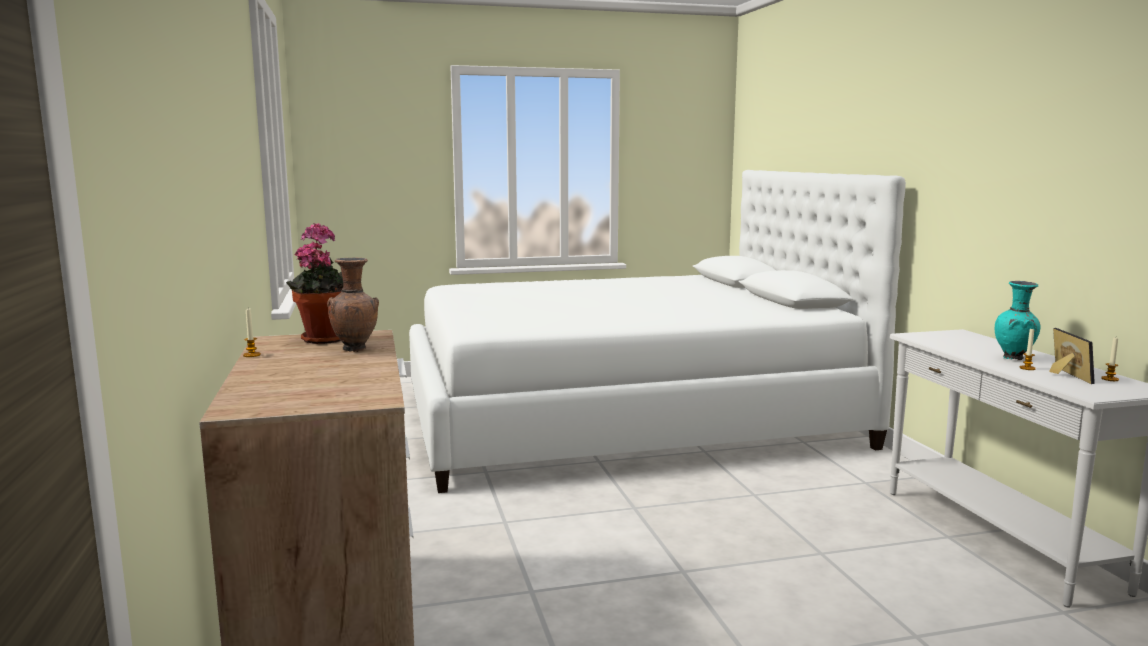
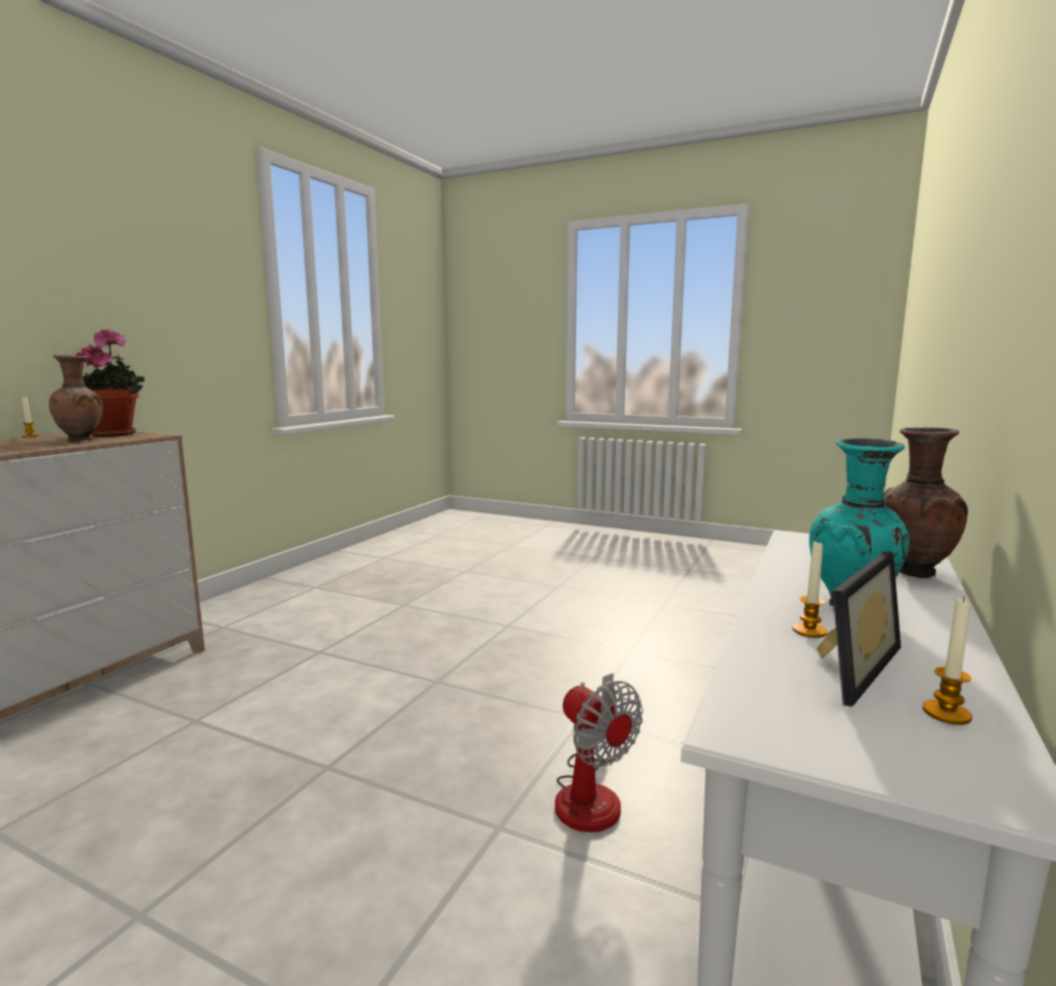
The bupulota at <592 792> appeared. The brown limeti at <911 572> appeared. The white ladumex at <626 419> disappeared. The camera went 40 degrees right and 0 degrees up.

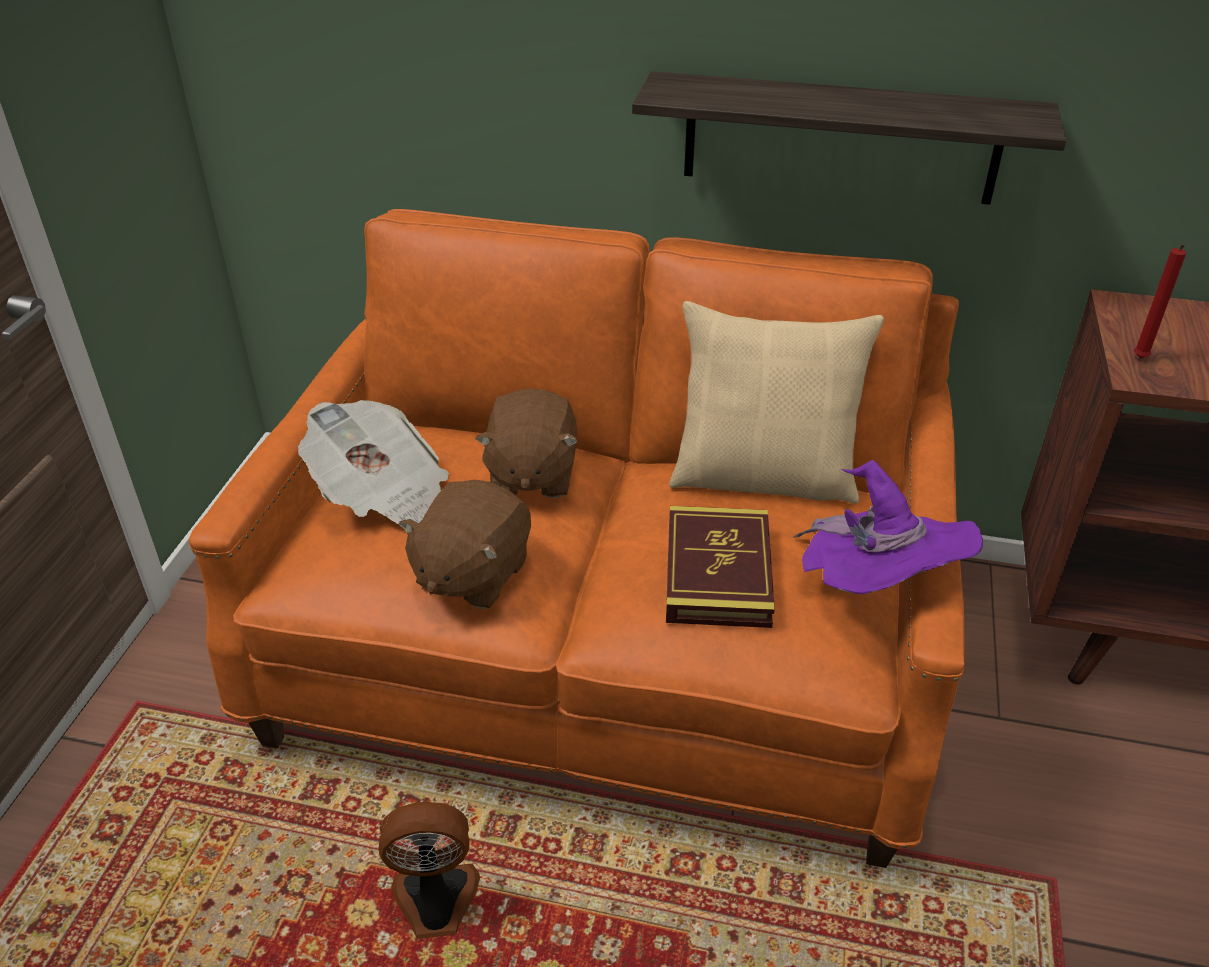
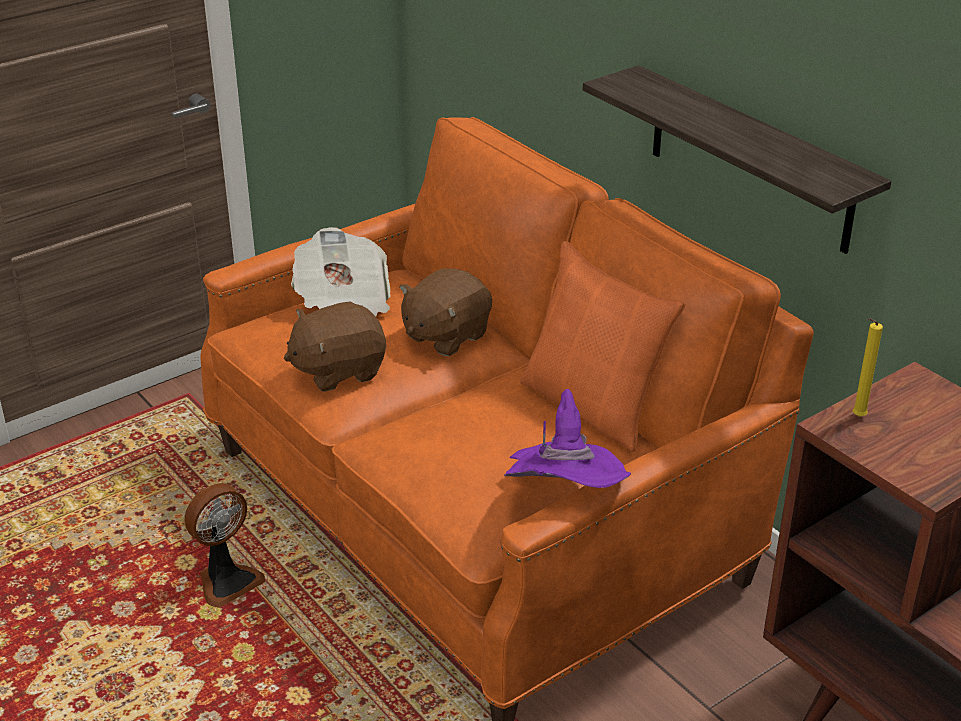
The bupulota at <436 903> turned 105 degrees clockwise. The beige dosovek at <764 476> became the orange dosovek at <593 406>. The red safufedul at <1139 359> became the yellow safufedul at <856 417>. The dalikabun at <718 573> disappeared. The camera went 40 degrees right and 5 degrees down.

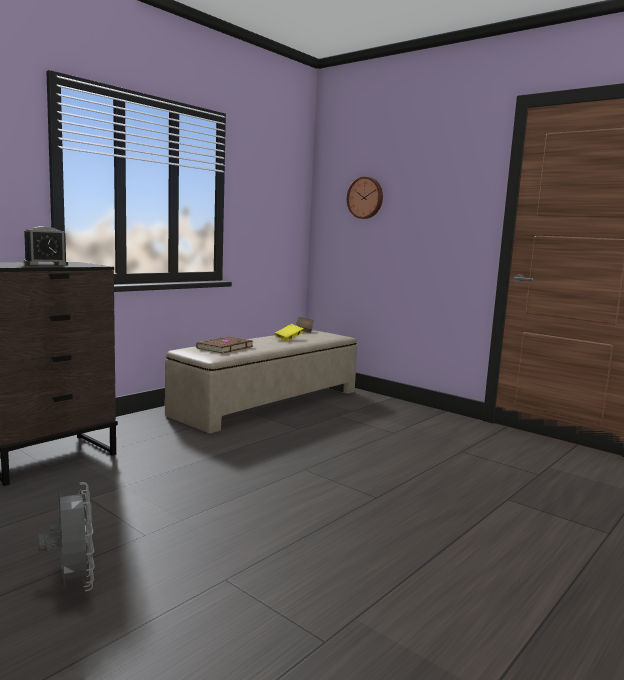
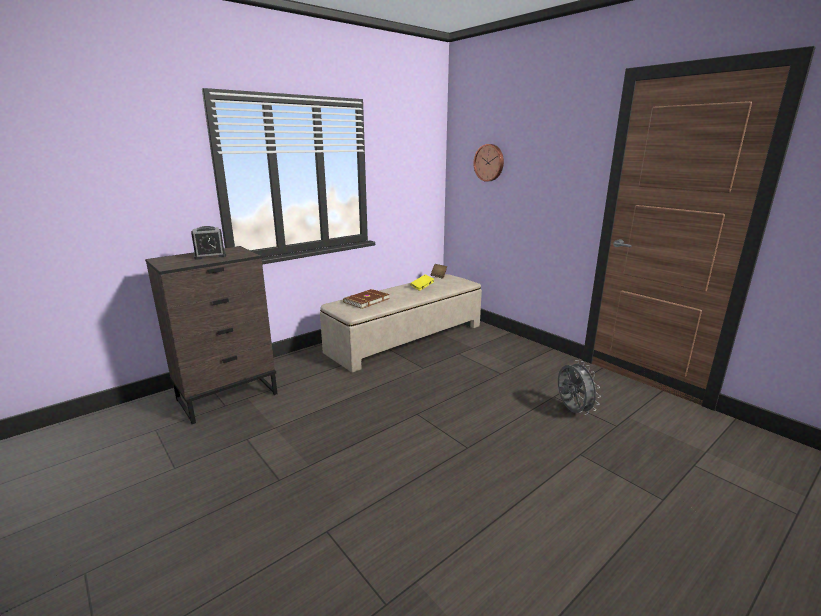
The grey bupulota moved from <72 584> to <572 411>. The camera went 10 degrees right and 10 degrees up.

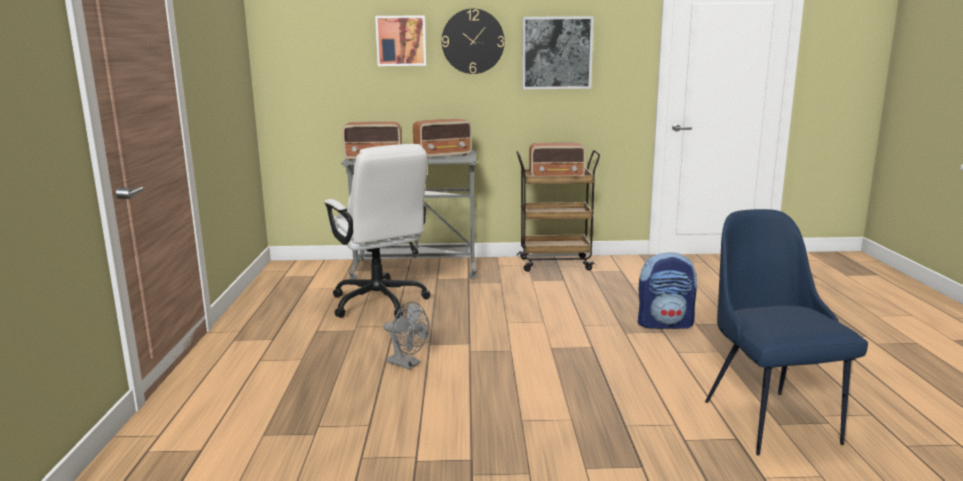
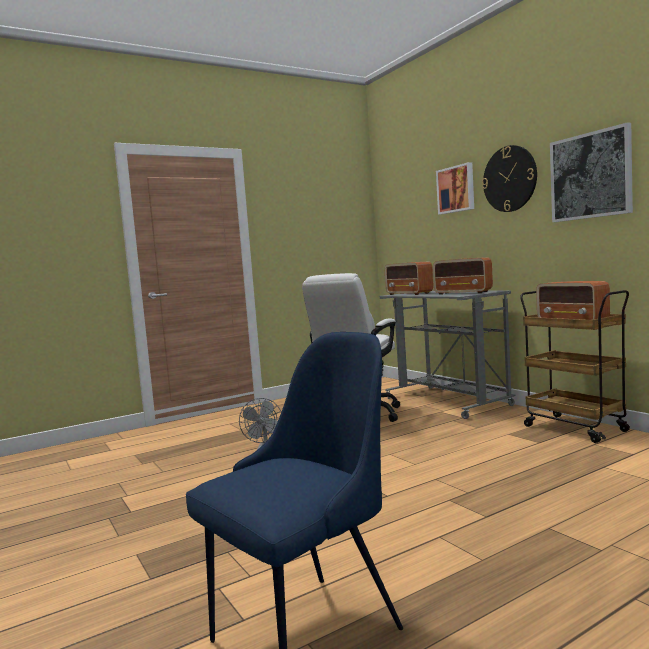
The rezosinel at <665 324> disappeared. The camera went 60 degrees right and 10 degrees down.

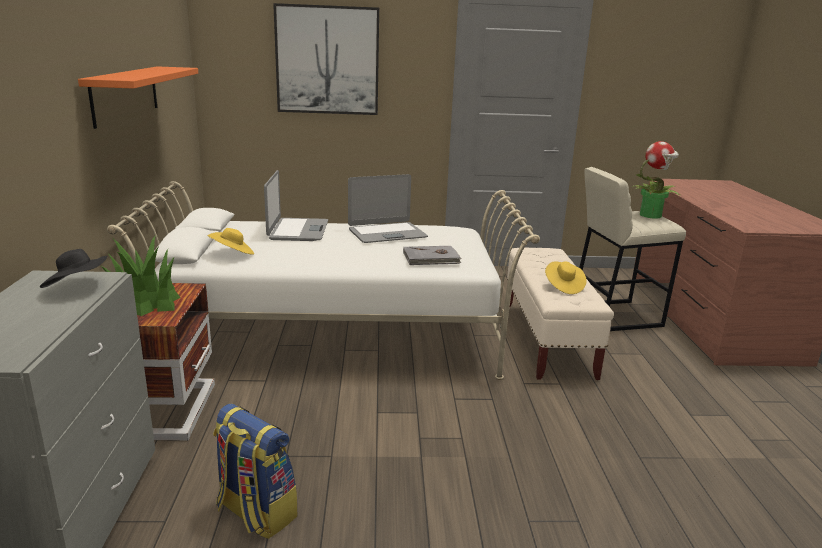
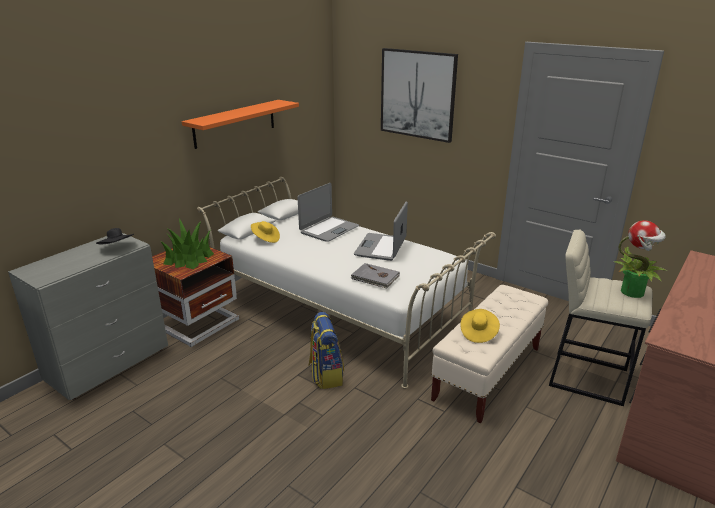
The rezosinel moved from <255 512> to <326 375>. The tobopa at <387 233> turned 90 degrees clockwise. The camera went 40 degrees right and 5 degrees up.

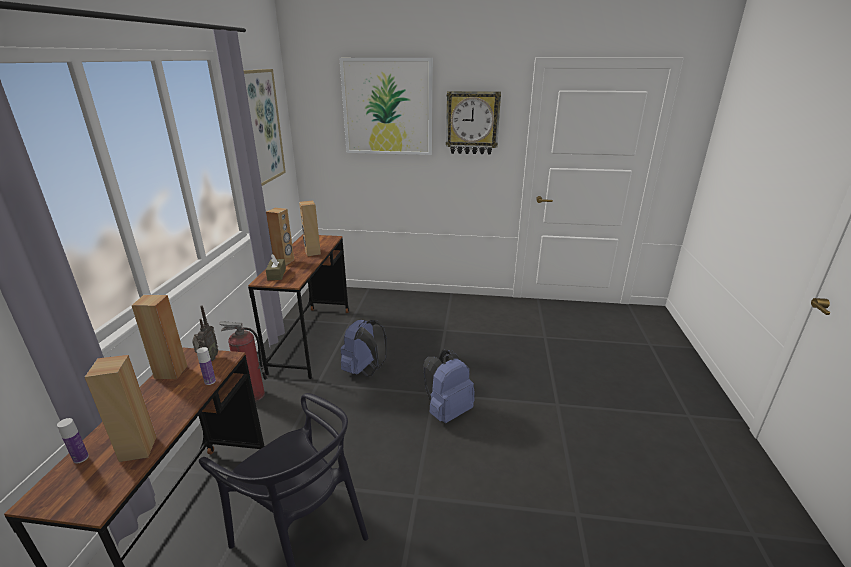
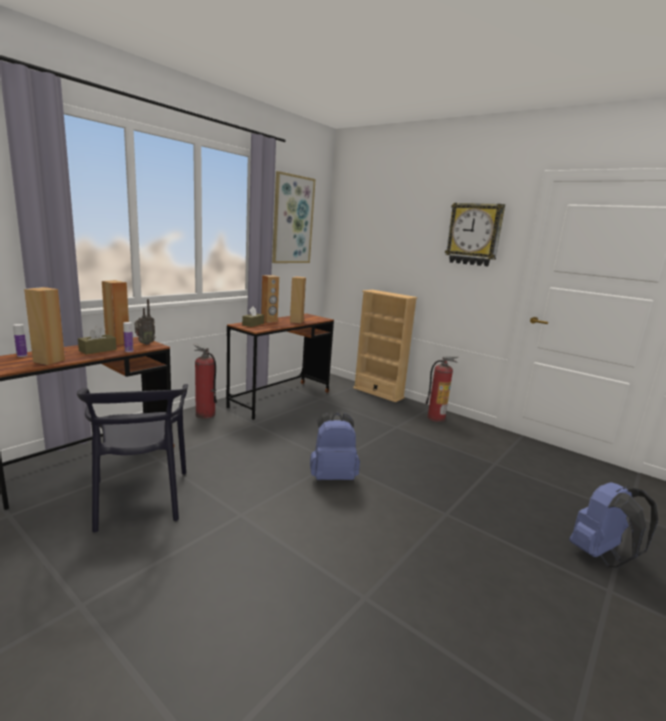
The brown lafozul at <98 350> appeared. The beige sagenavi at <378 393> appeared. The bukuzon at <436 418> appeared. The blue rezosinel moved from <364 370> to <600 555>. The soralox at <387 107> disappeared. The camera went 30 degrees right and 10 degrees down.

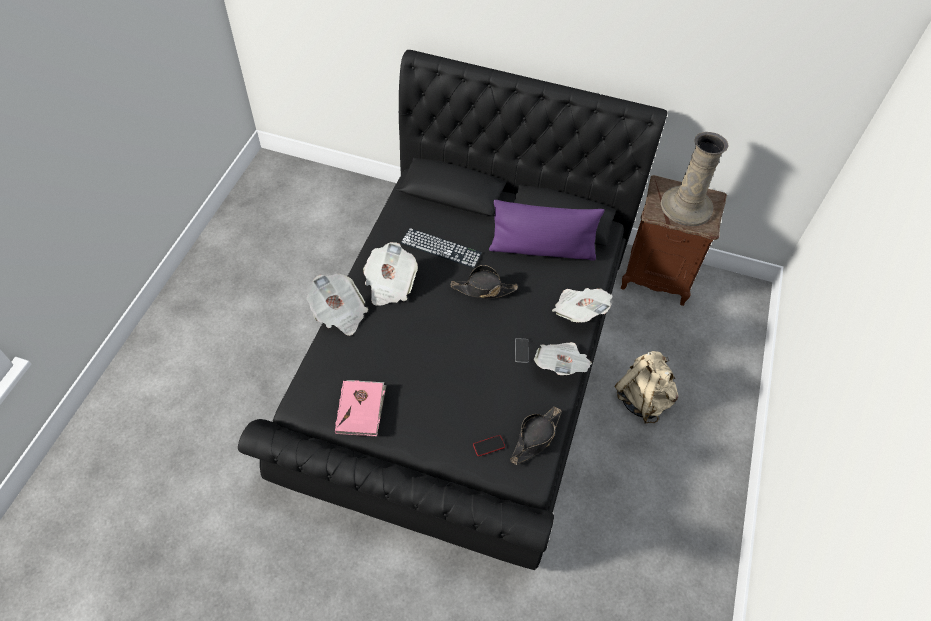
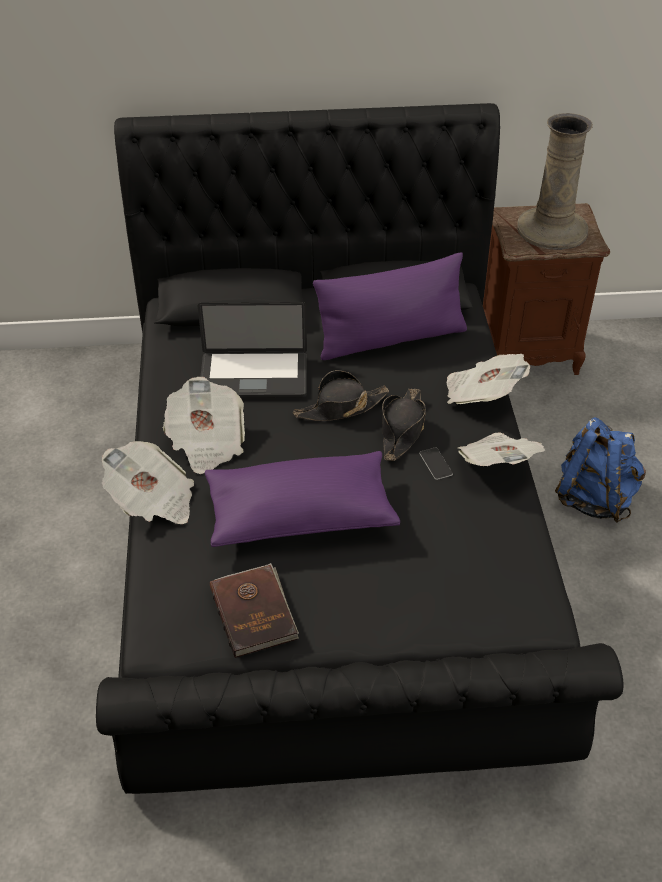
The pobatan at <441 248> was replaced by the tobopa at <254 377>. The purple dosovek at <300 515> appeared. The pink dalikabun at <361 409> became the brown dalikabun at <254 612>. The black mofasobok moved from <535 438> to <402 429>. The beige rezosinel at <642 399> became the blue rezosinel at <594 497>. The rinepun at <489 446> disappeared. The camera went 20 degrees left and 10 degrees down.

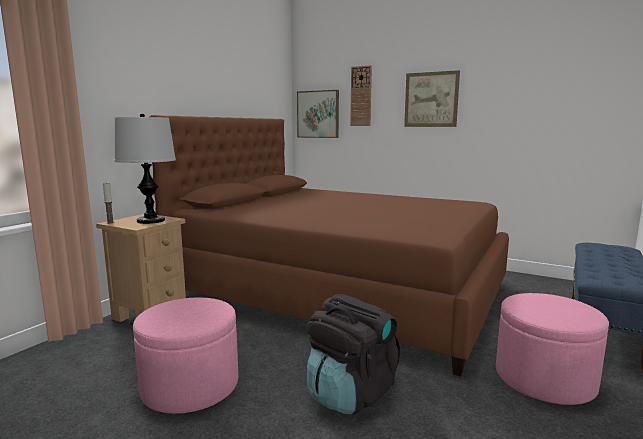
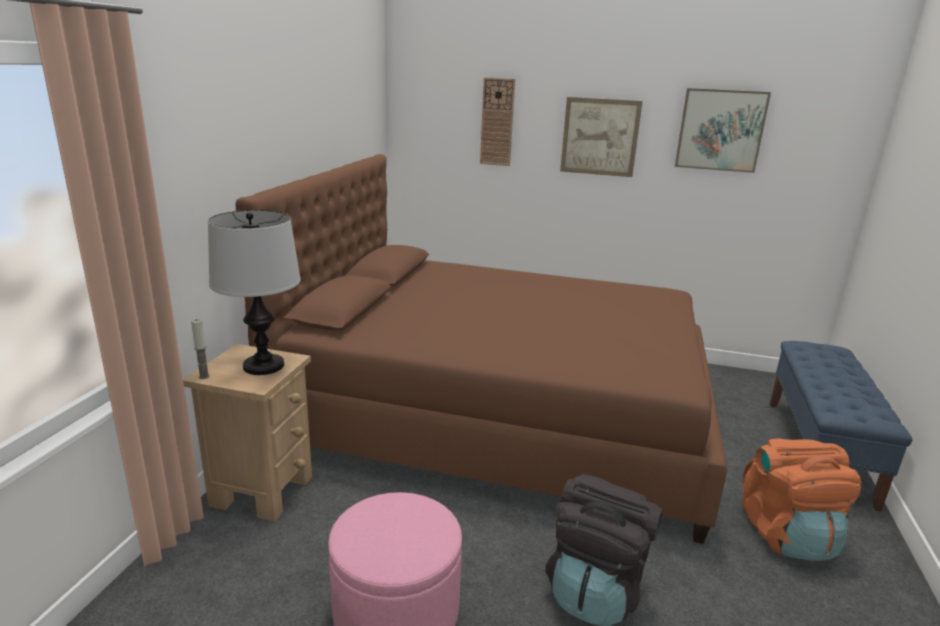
The soralox moved from <318 114> to <720 130>. The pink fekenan at <544 379> was replaced by the orange rezosinel at <787 534>. The camera went 15 degrees left and 10 degrees up.

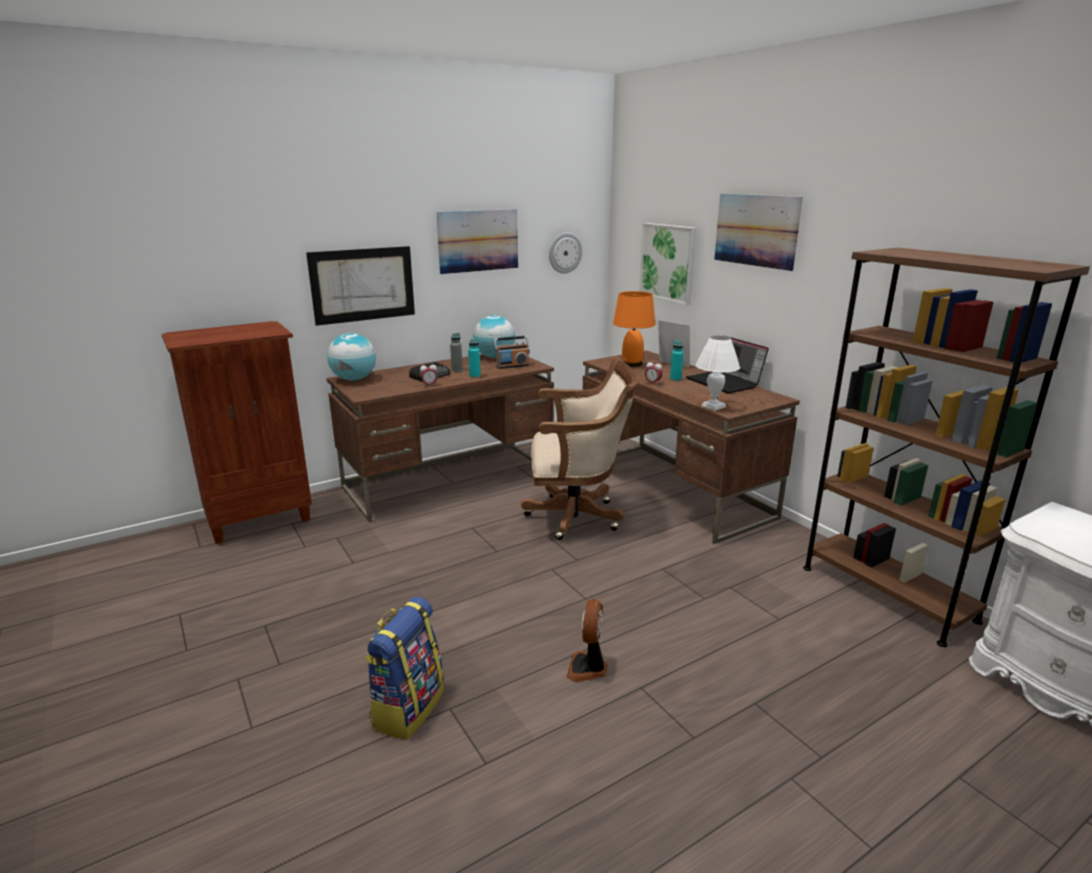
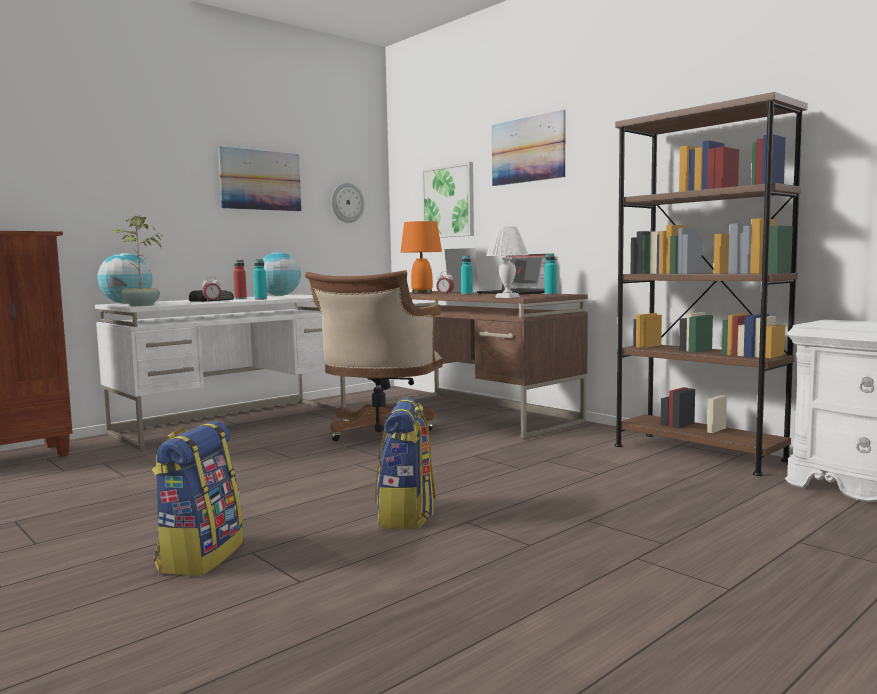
The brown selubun at <450 480> became the white selubun at <233 423>. The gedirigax at <141 305> appeared. The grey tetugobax at <457 370> became the red tetugobax at <240 299>. The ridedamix at <578 516> turned 120 degrees clockwise. The bupulota at <588 668> was replaced by the rezosinel at <406 515>. The turquoise tetugobax at <550 294> appeared. The soralox at <363 285> disappeared. The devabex at <512 366> disappeared. The camera went 10 degrees left and 15 degrees down.

